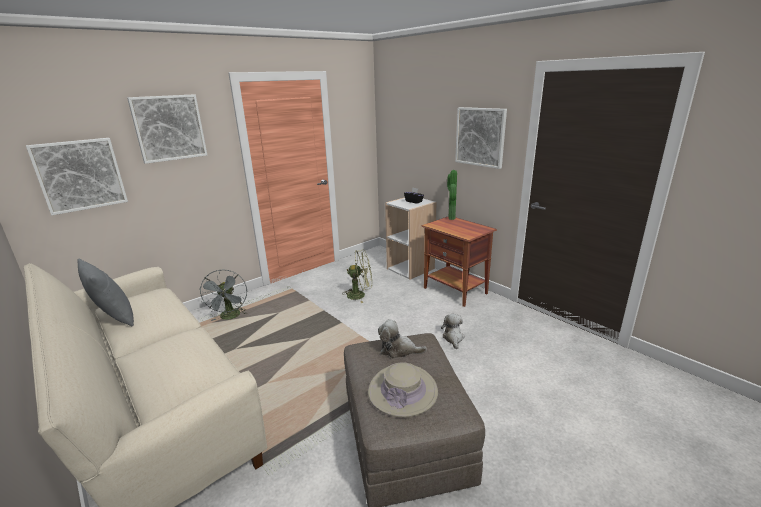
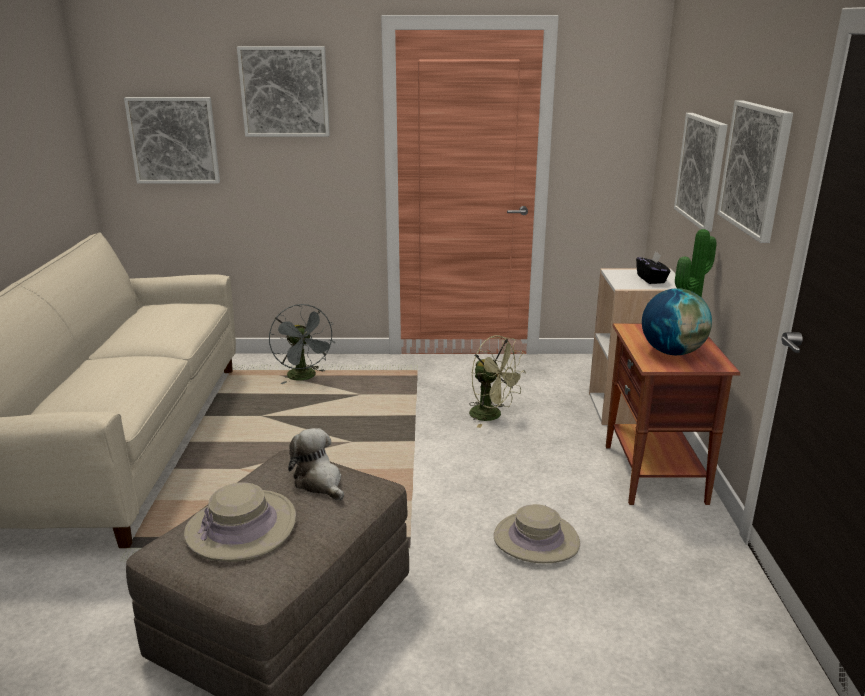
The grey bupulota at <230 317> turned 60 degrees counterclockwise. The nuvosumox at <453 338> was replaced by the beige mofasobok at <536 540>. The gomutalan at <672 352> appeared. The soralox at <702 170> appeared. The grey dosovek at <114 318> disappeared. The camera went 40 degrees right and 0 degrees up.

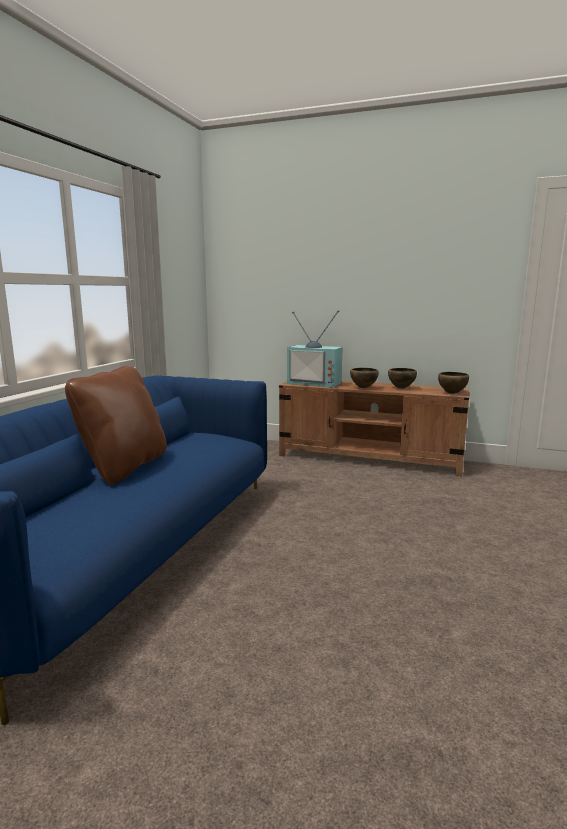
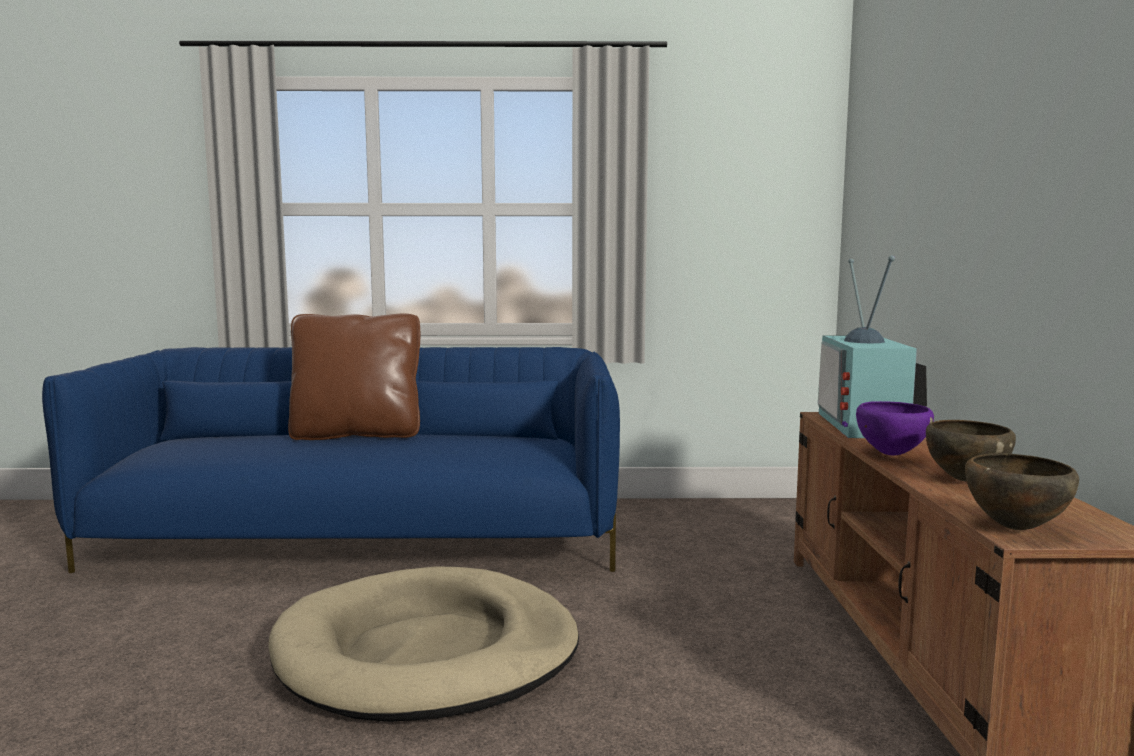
The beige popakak at <428 653> appeared. The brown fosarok at <363 388> became the purple fosarok at <890 454>. The camera went 70 degrees right and 5 degrees down.

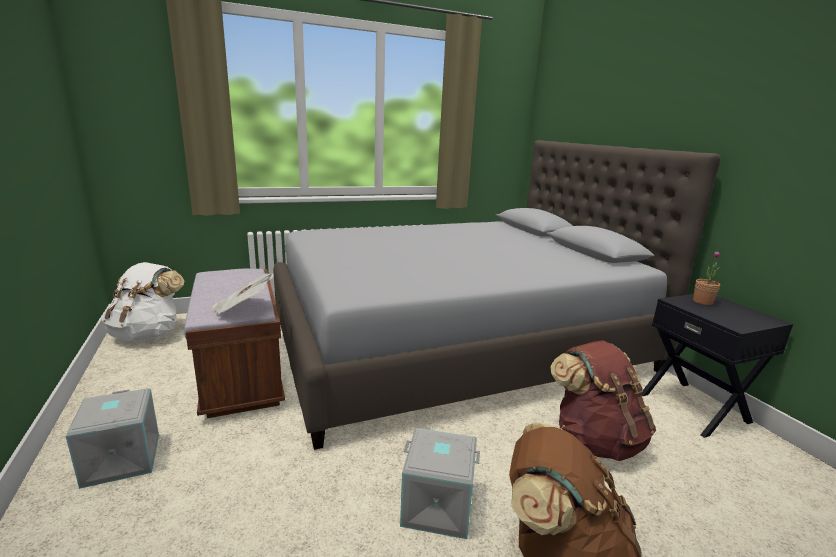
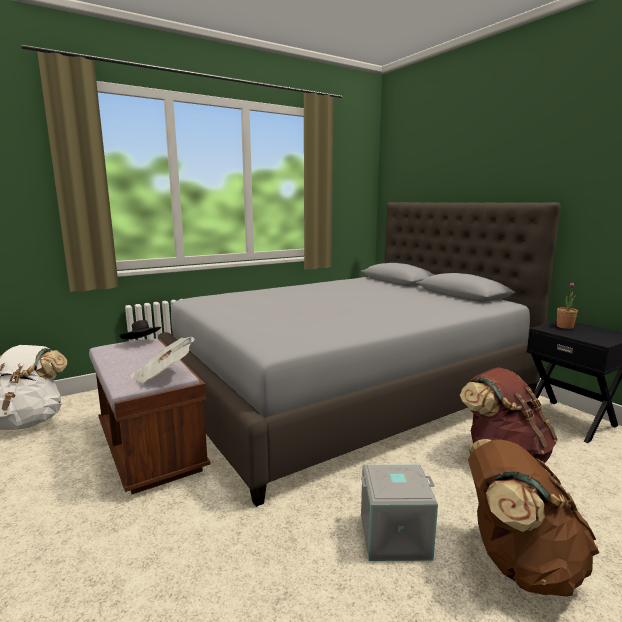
The black mofasobok at <142 342> appeared. The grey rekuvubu at <120 459> disappeared. The camera went 10 degrees left and 5 degrees down.

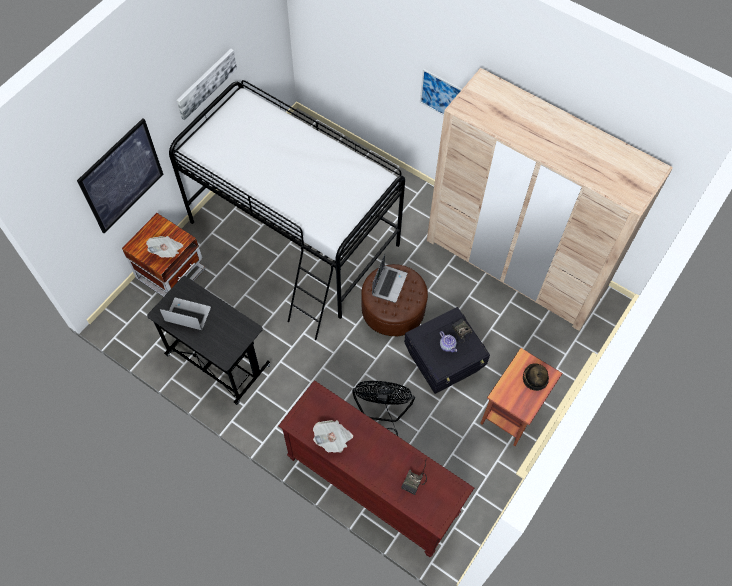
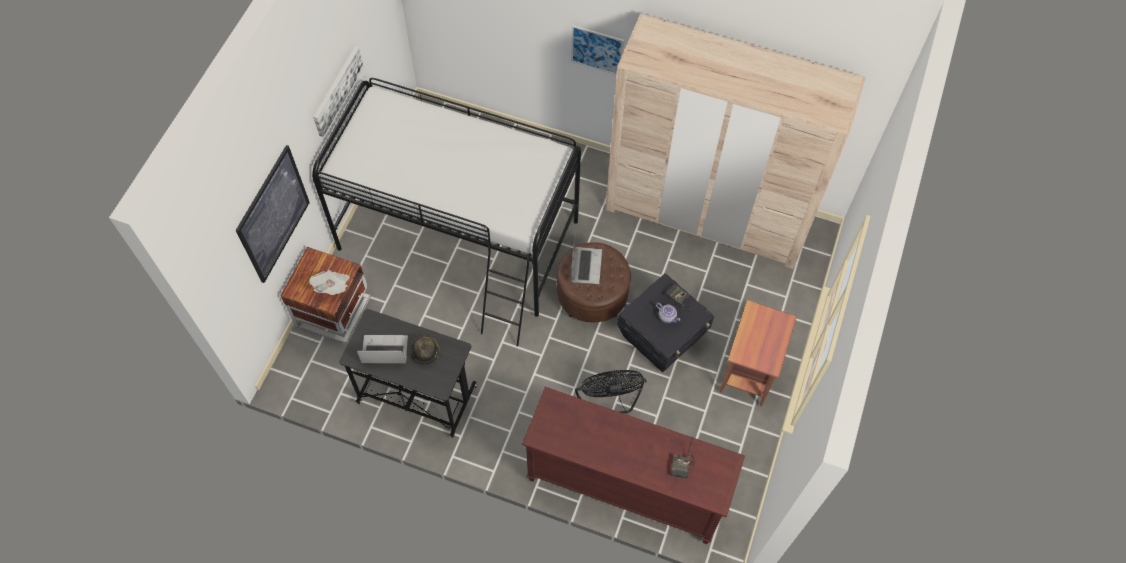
The mofasobok moved from <534 378> to <425 352>. The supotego at <333 439> disappeared. The camera went 15 degrees left and 0 degrees up.

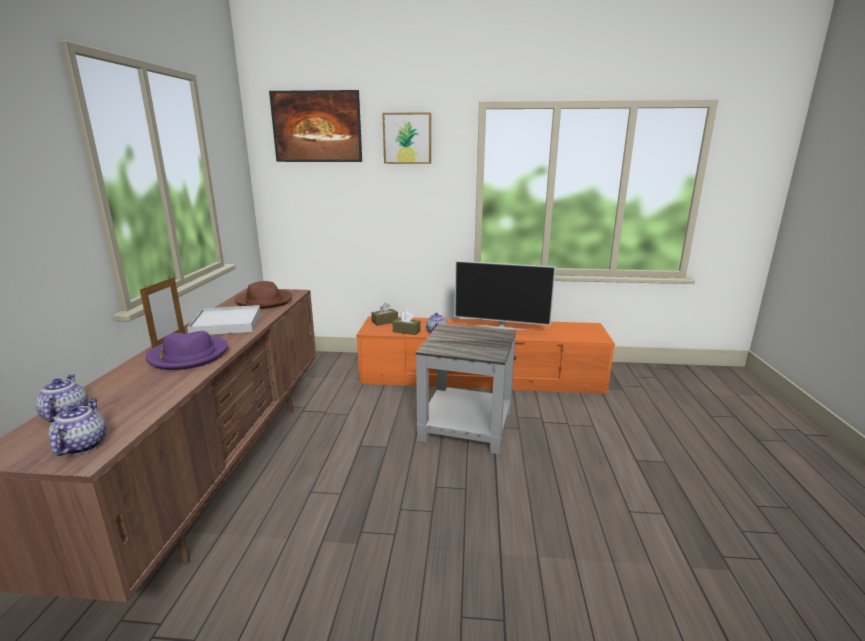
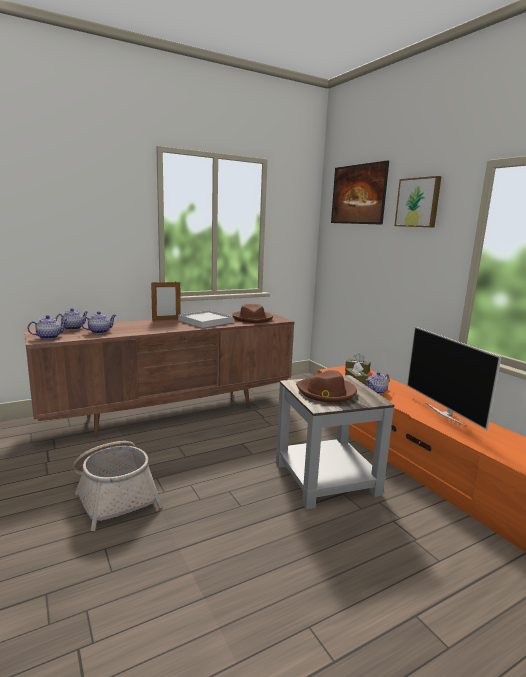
The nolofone at <115 494> appeared. The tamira at <100 331> appeared. The brown mofasobok at <326 392> appeared. The purple mofasobok at <188 356> disappeared. The camera went 55 degrees right and 5 degrees down.

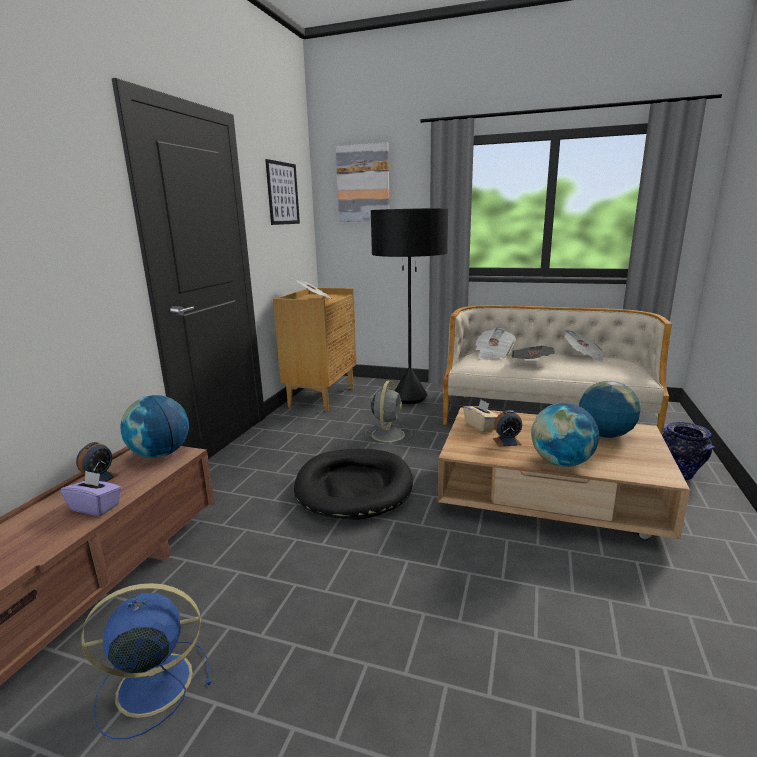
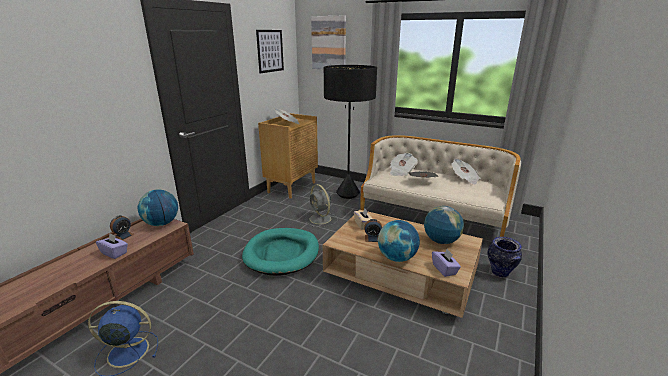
The black popakak at <354 487> became the turquoise popakak at <282 253>. The grey bupulota at <388 434> turned 120 degrees clockwise. The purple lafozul at <444 269> appeared. The camera went 10 degrees right and 5 degrees up.

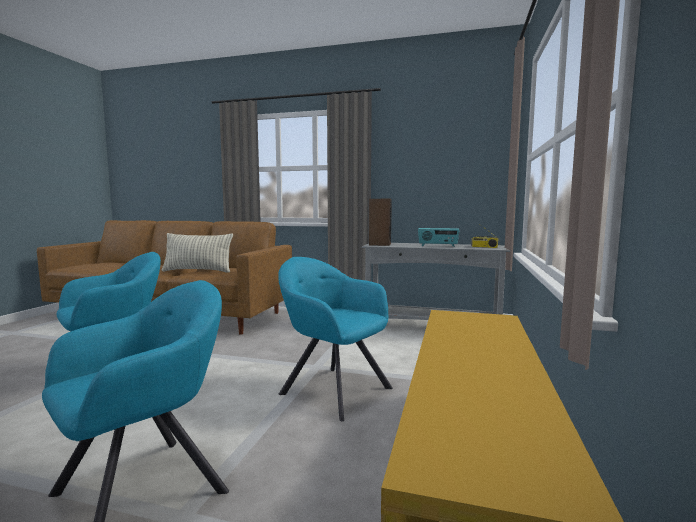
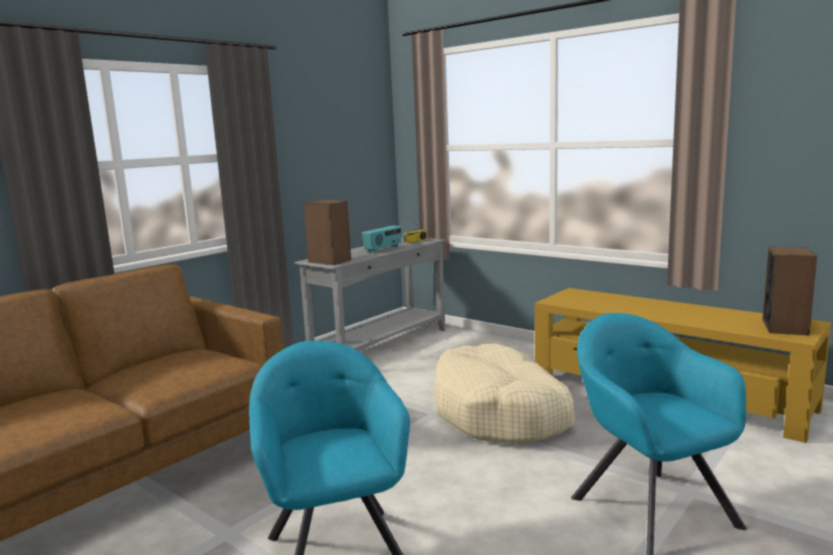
The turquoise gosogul at <332 389> was replaced by the beige popakak at <501 413>. The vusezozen at <785 327> appeared. The dosovek at <198 271> disappeared. The camera went 65 degrees left and 5 degrees up.

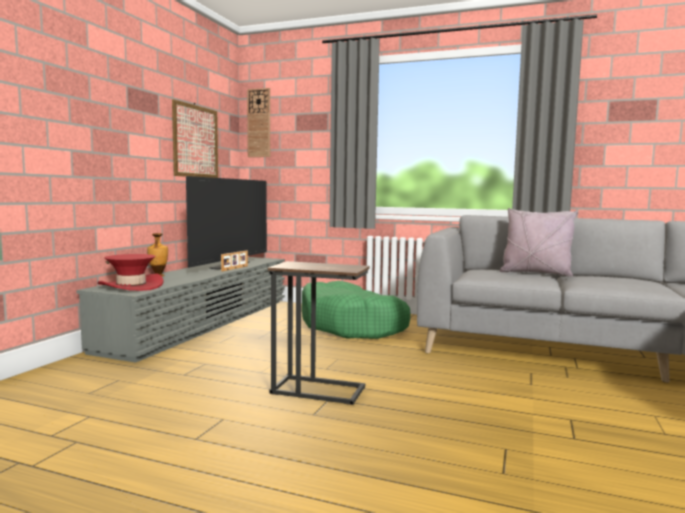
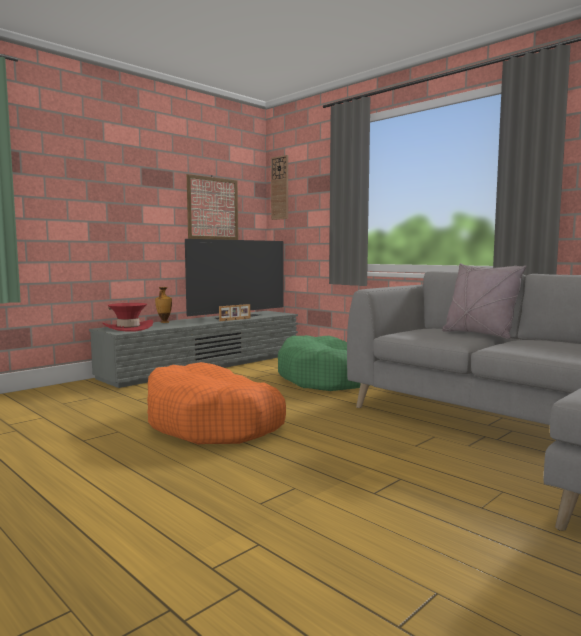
The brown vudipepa at <317 390> was replaced by the orange popakak at <213 423>. The camera went 25 degrees right and 0 degrees up.

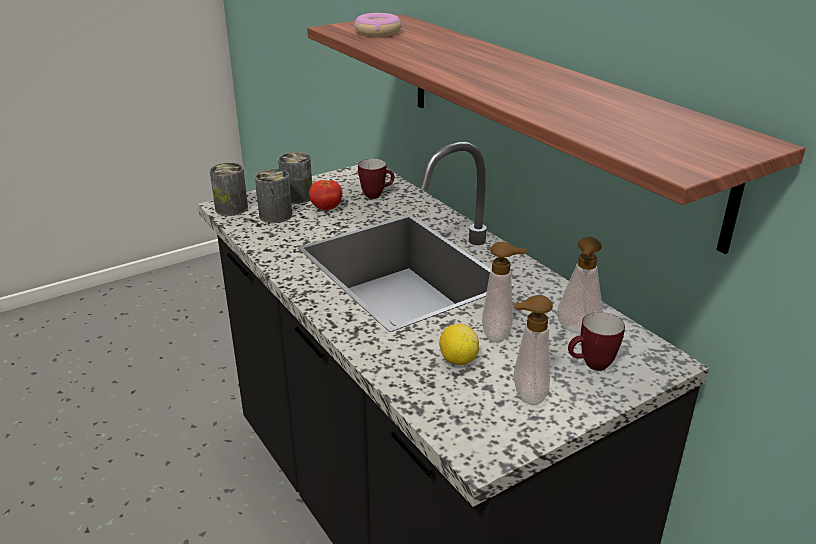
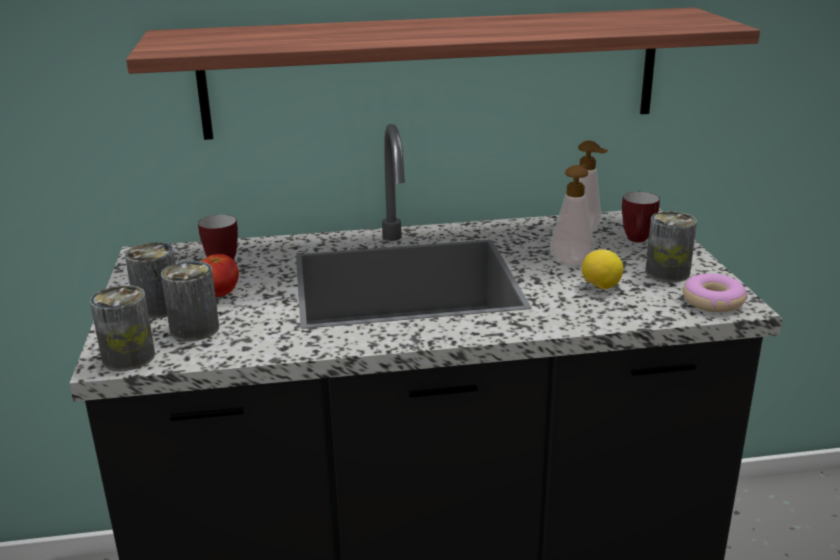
The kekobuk at <525 396> was replaced by the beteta at <667 272>. The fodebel moved from <377 32> to <713 301>. The camera went 65 degrees left and 5 degrees down.

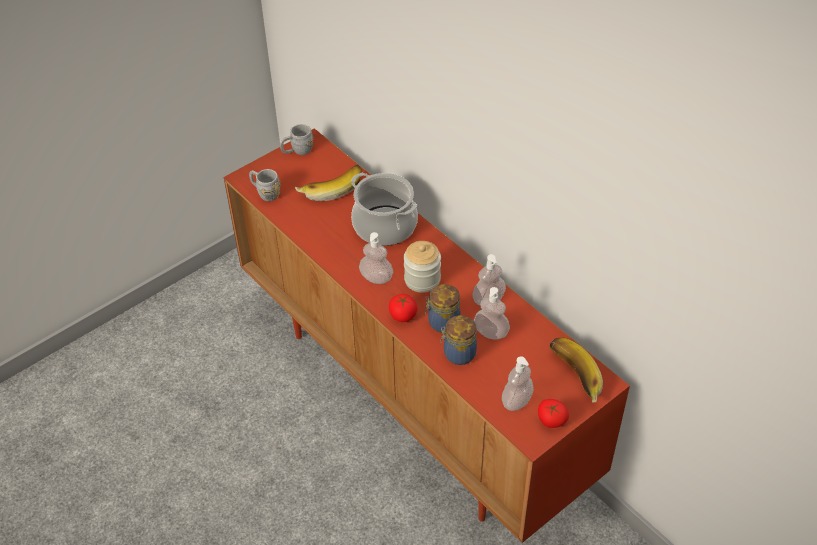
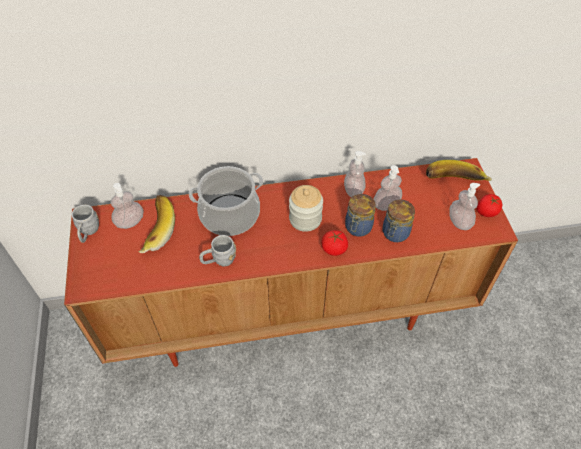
The kekobuk moved from <376 278> to <130 222>. The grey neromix moved from <265 193> to <219 260>. The camera went 60 degrees left and 5 degrees up.

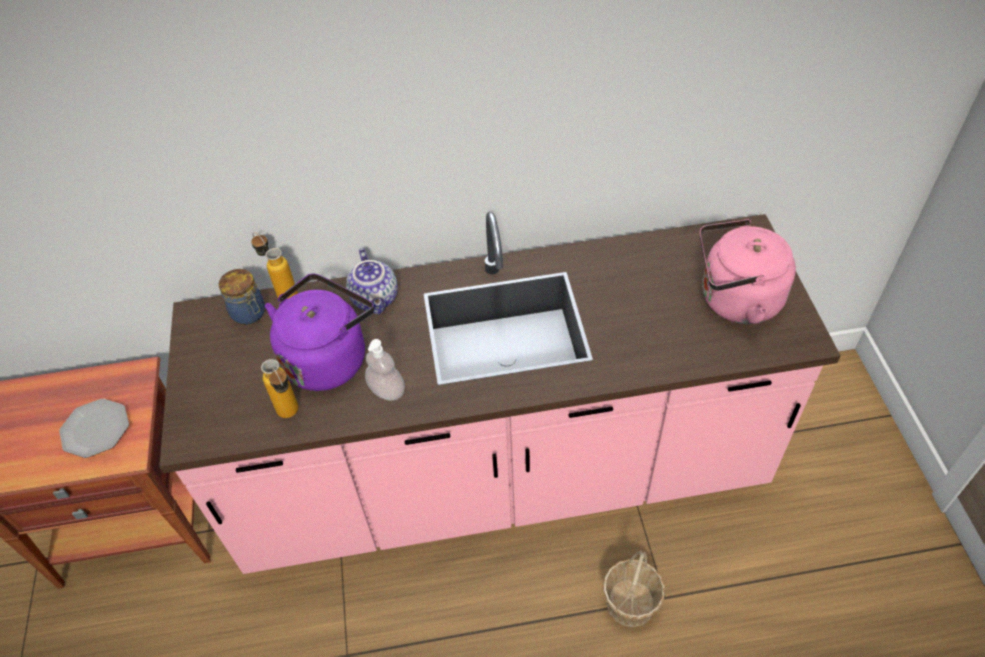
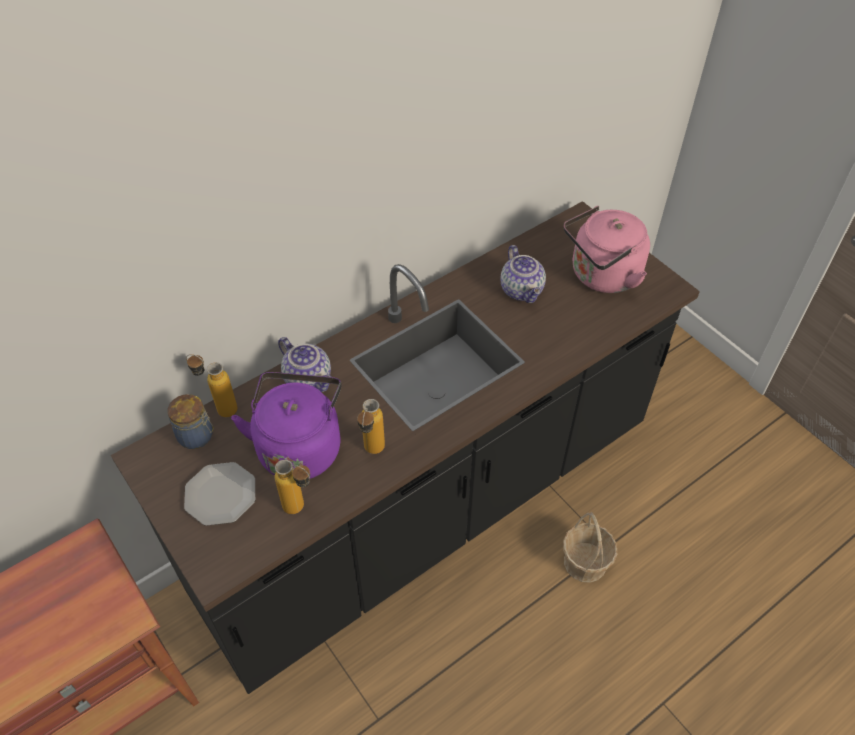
The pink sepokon at <501 480> became the black sepokon at <427 510>. The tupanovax moved from <96 429> to <221 494>. The kekobuk at <387 390> was replaced by the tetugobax at <372 453>. The tamira at <522 290> appeared. The camera went 30 degrees left and 0 degrees up.

